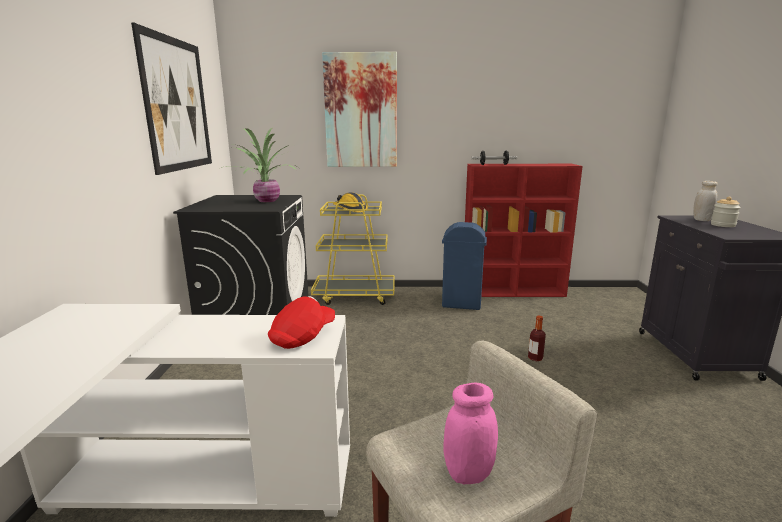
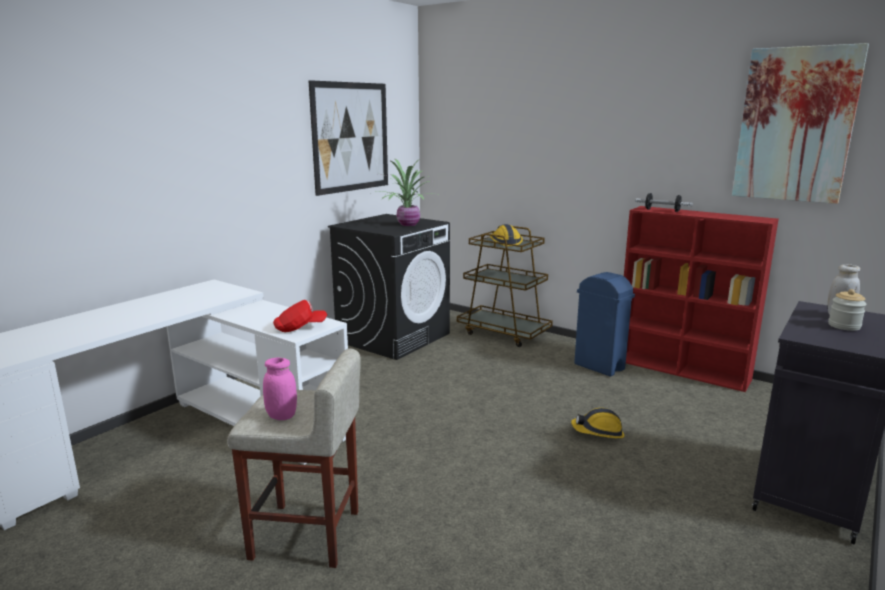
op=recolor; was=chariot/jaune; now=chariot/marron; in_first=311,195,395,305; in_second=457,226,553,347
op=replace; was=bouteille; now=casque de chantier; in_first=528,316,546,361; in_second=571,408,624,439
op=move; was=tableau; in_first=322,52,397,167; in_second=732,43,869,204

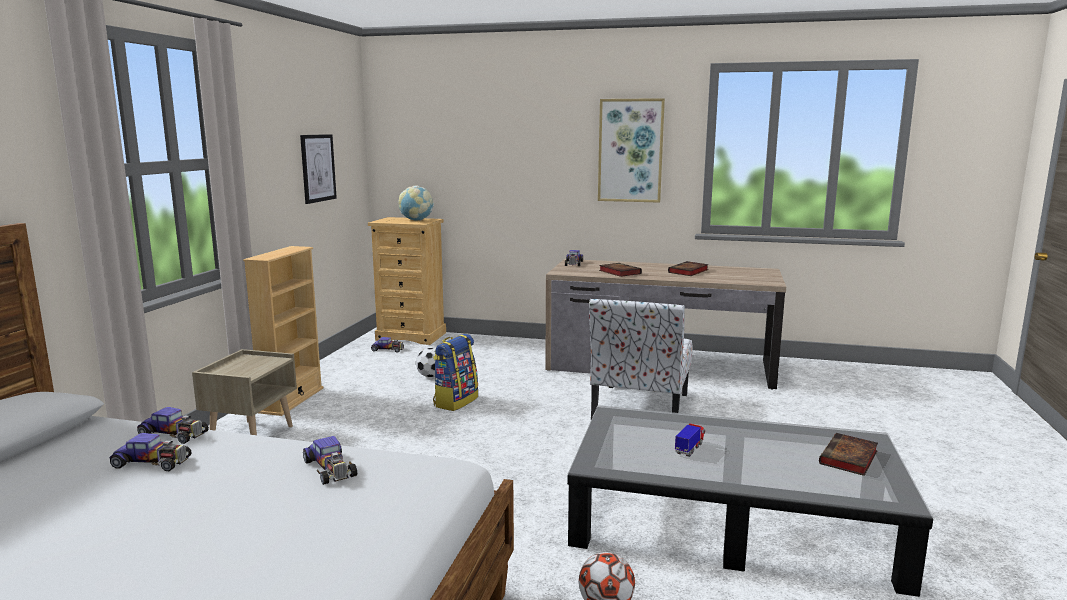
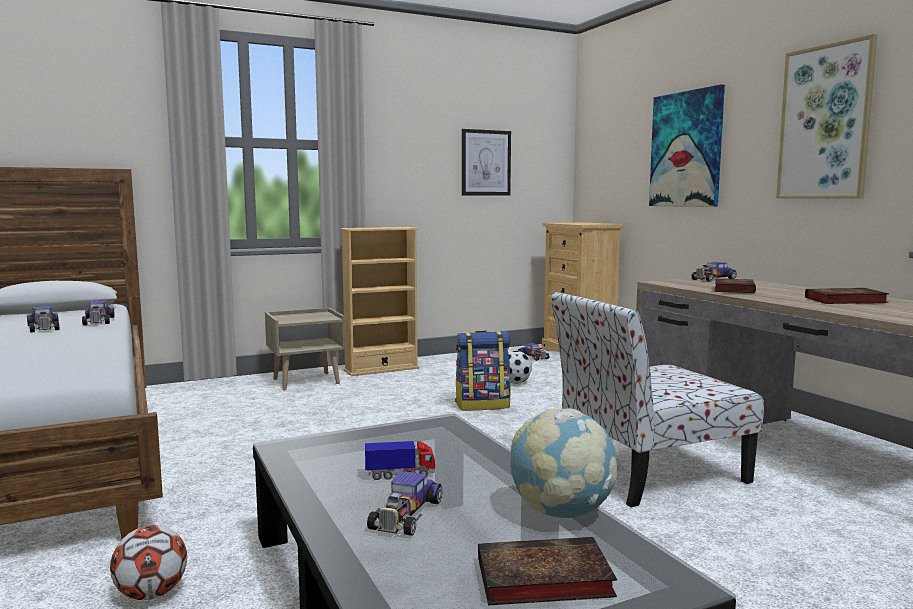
op=move; was=petite voiture; in_first=303,436,357,485; in_second=367,471,442,536
op=move; was=globe; in_first=399,186,434,221; in_second=510,408,617,518
op=insert; now=tableau; in_second=649,84,725,207

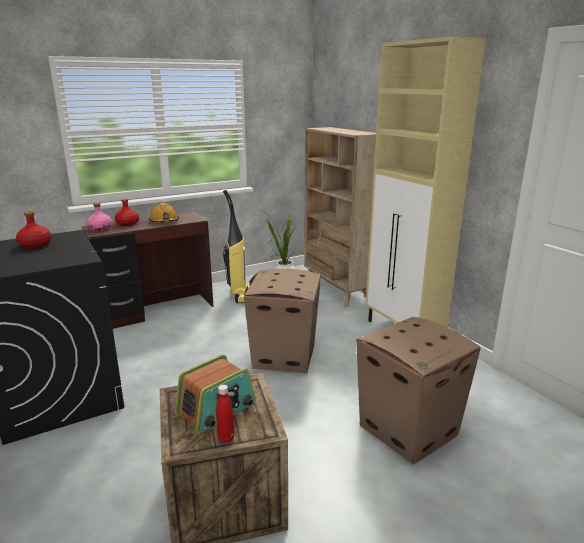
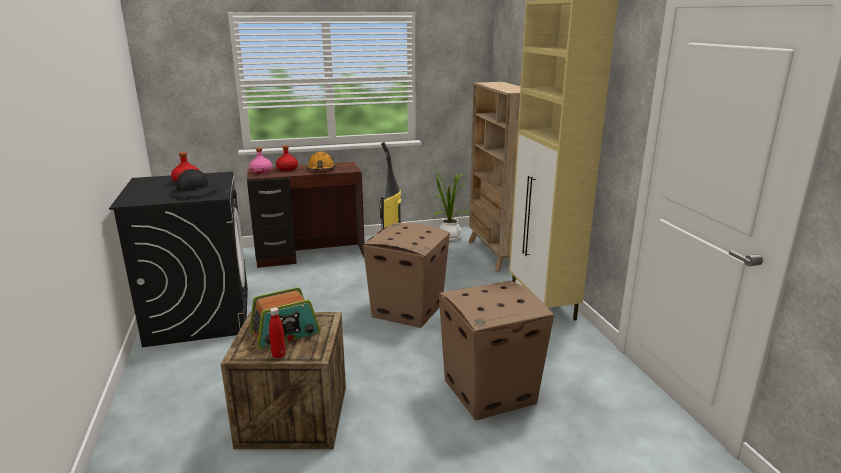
op=insert; now=casque de chantier/noir; in_second=169,169,217,197

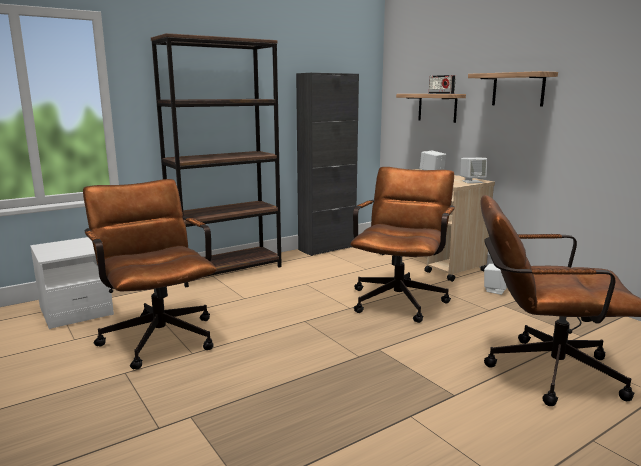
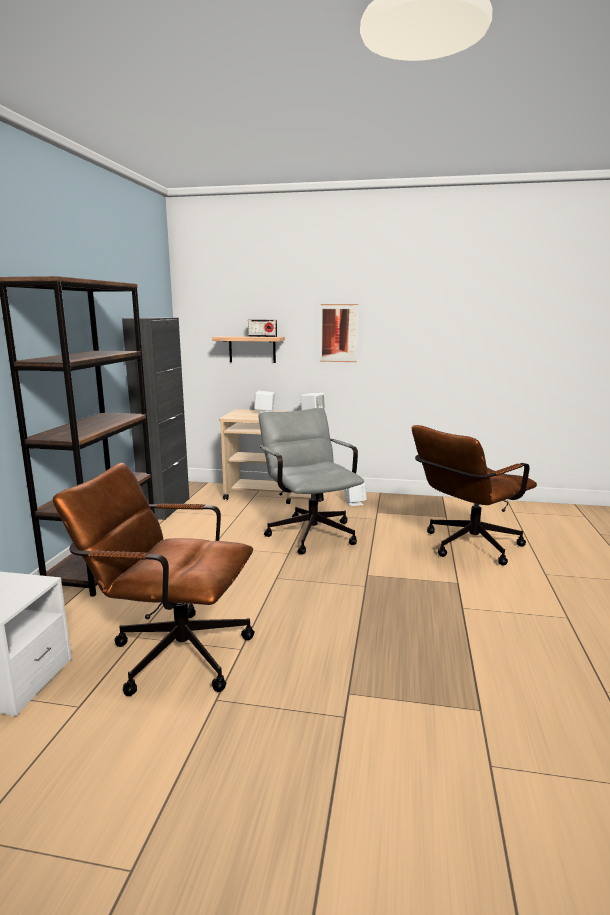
op=recolor; was=chaise de bureau/marron; now=chaise de bureau/gris; in_first=350,167,455,323; in_second=259,408,364,555
op=replace; was=étagère; now=tableau; in_first=468,71,558,107; in_second=320,304,358,362

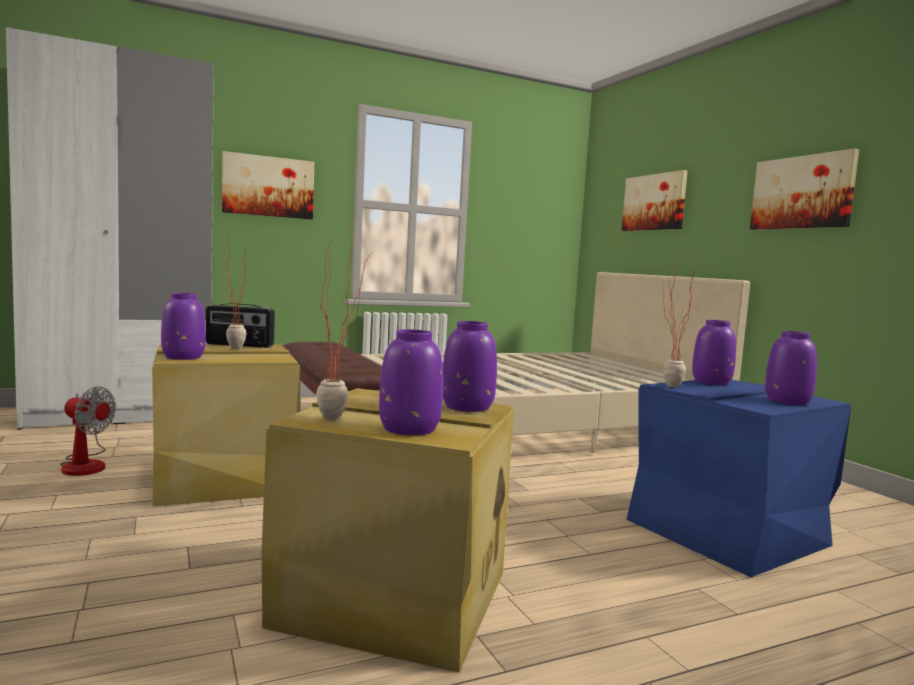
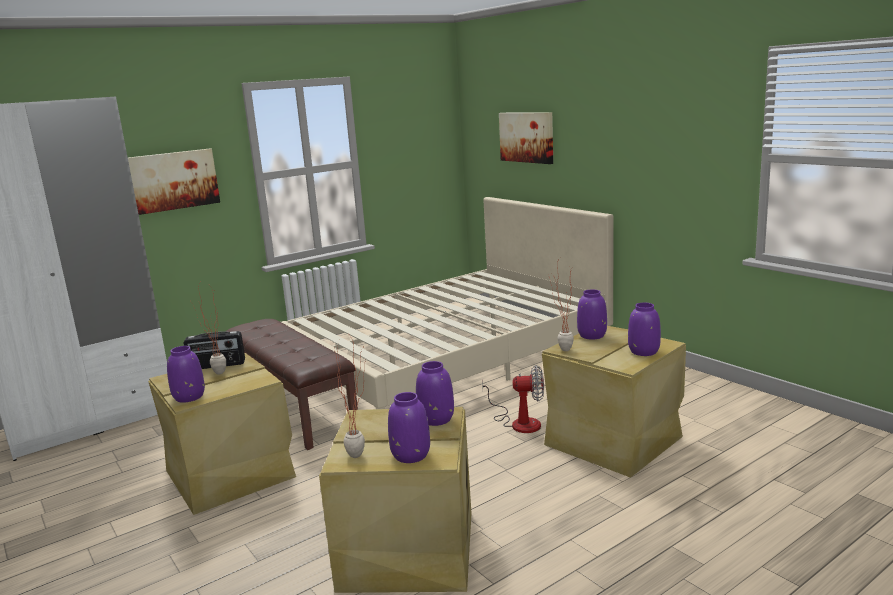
op=move; was=ventilateur; in_first=60,386,116,476; in_second=482,365,544,433
op=recolor; was=boîte de rangement/bleu; now=boîte de rangement/beige; in_first=626,380,851,577; in_second=542,326,686,478
op=delete; was=tableau; in_first=750,149,859,229

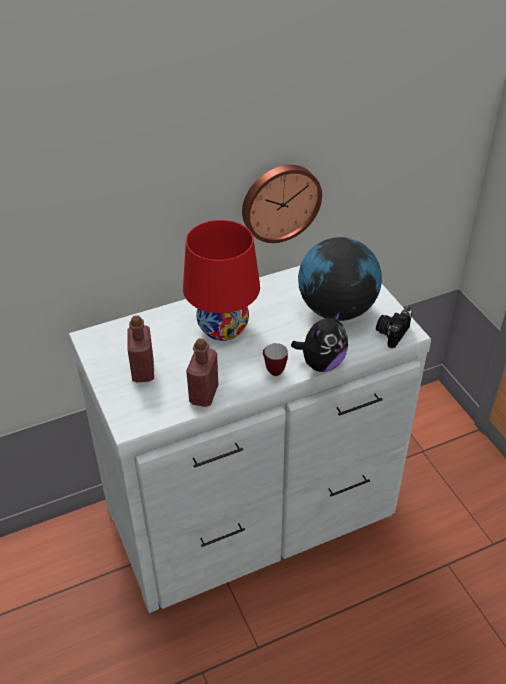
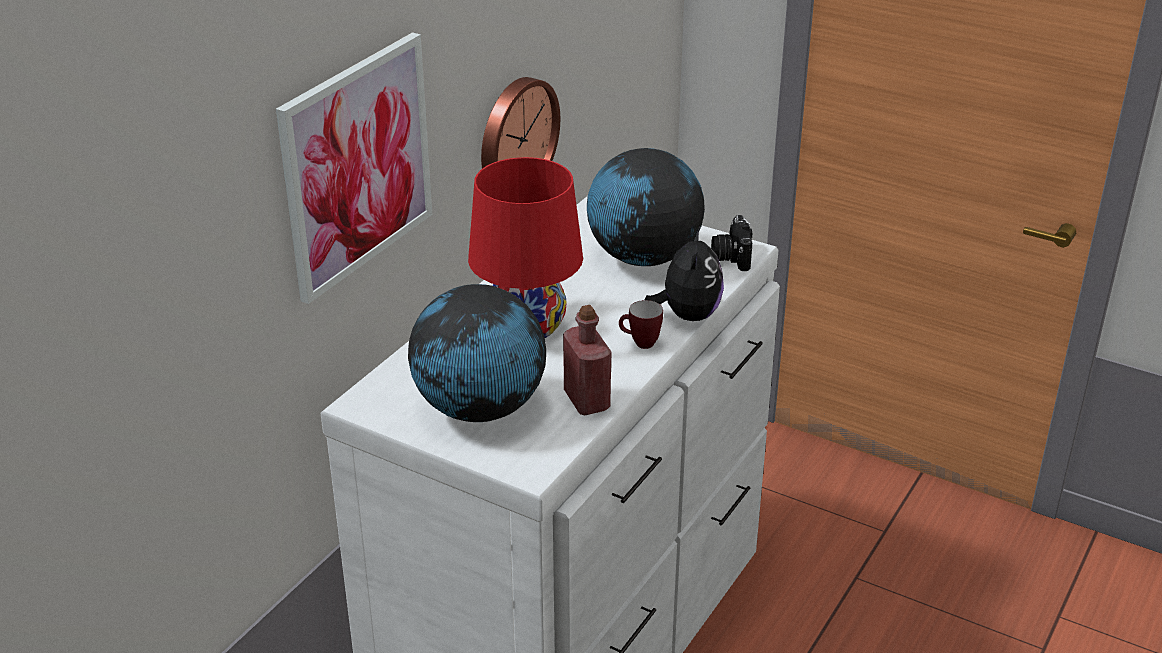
op=insert; now=tableau; in_second=276,32,432,304
op=replace; was=bouteille/rouge; now=globe; in_first=127,316,154,382; in_second=408,284,546,422

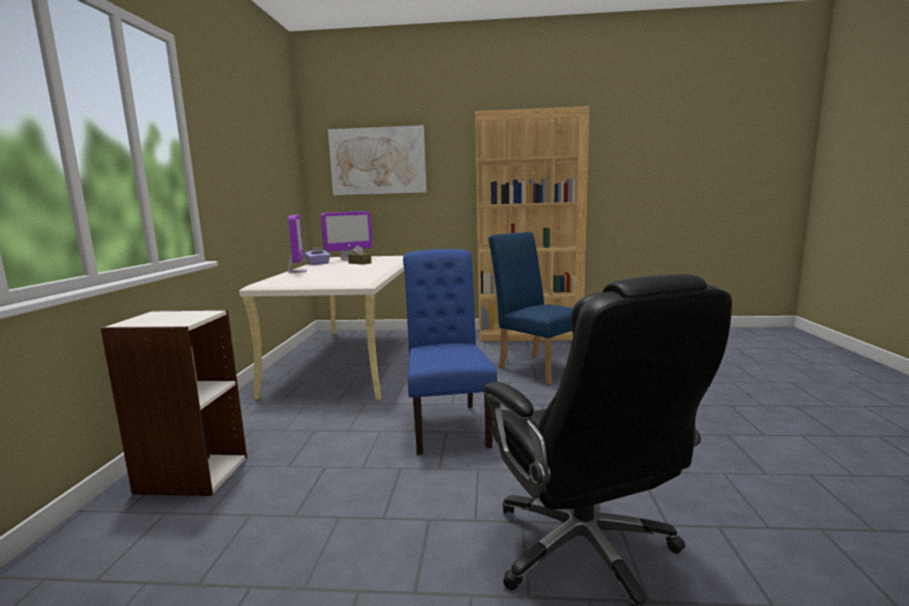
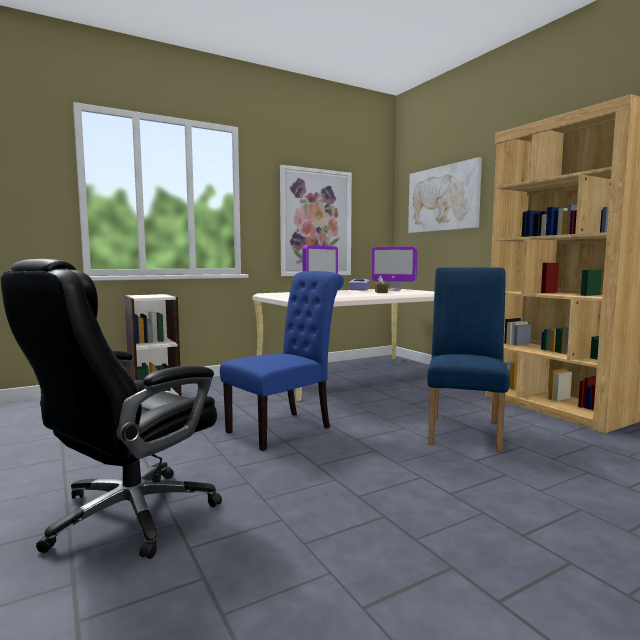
op=insert; now=tableau; in_second=280,165,352,276

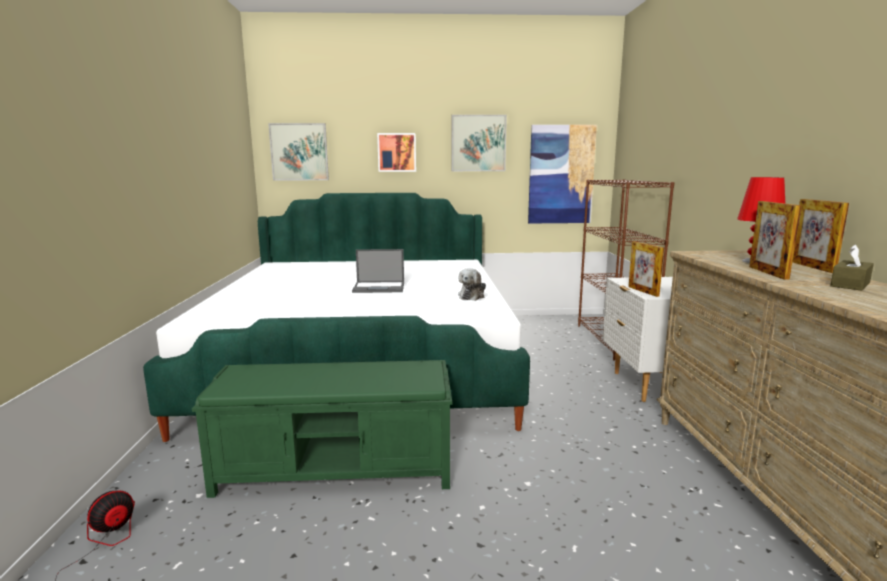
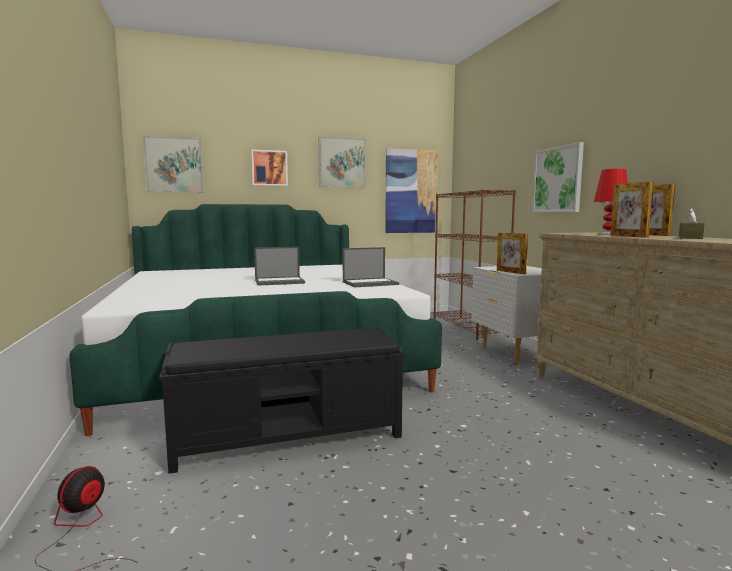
op=recolor; was=banc/vert; now=banc/noir; in_first=192,360,452,498; in_second=159,327,405,474
op=replace; was=peluche; now=ordinateur portable; in_first=458,268,486,301; in_second=342,247,399,287
op=insert; now=tableau; in_second=532,142,584,212

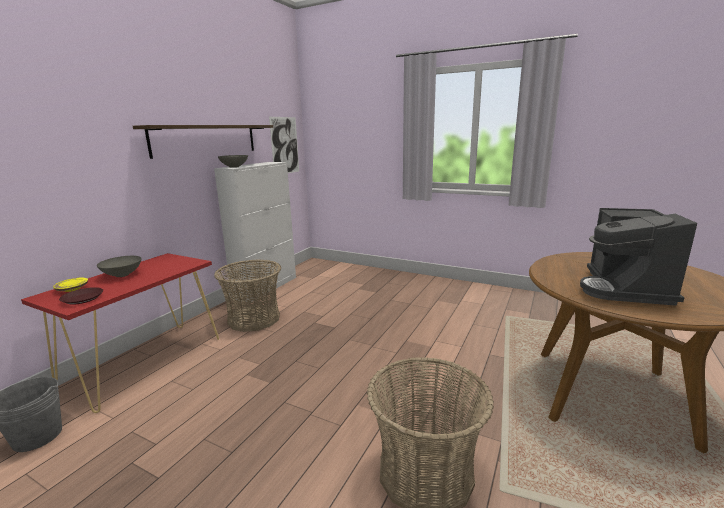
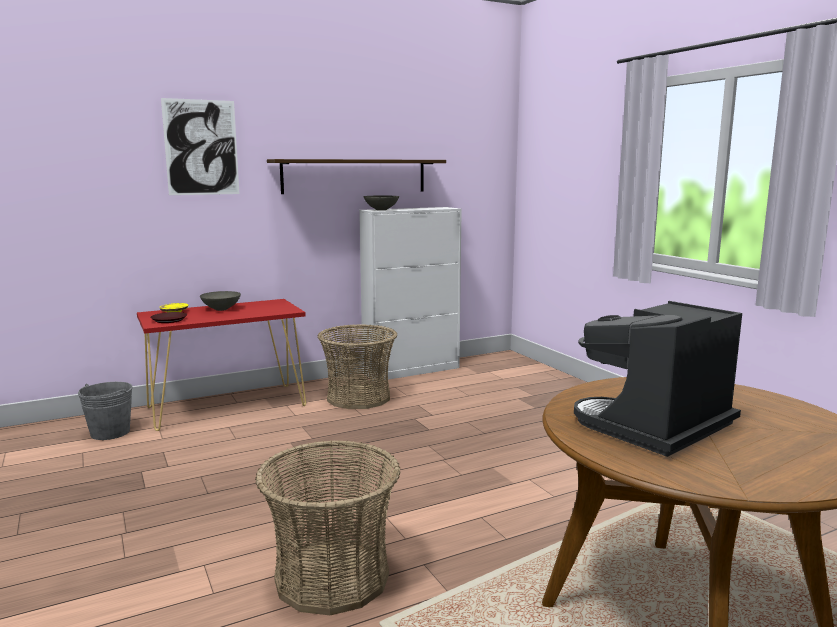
op=move; was=tableau; in_first=269,117,299,173; in_second=161,98,239,195

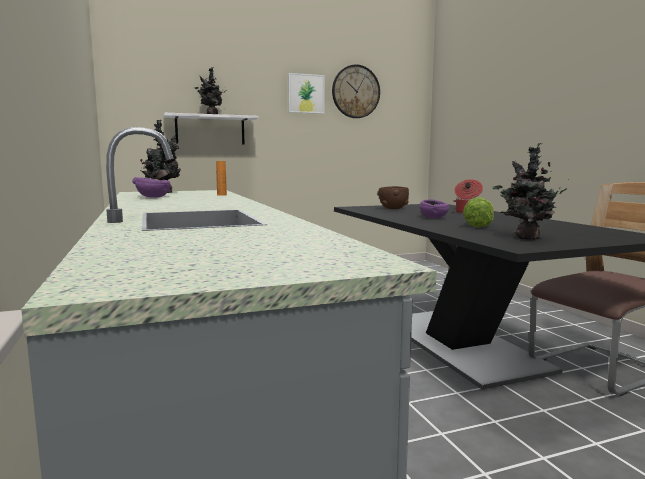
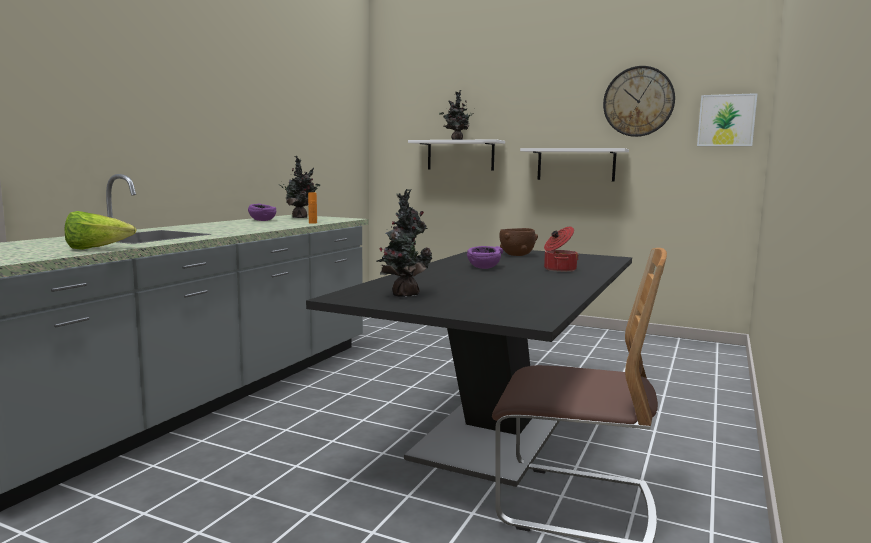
op=move; was=laitue; in_first=463,197,494,227; in_second=64,211,136,250
op=insert; now=étagère/blanc; in_second=520,148,629,182
op=move; was=tableau; in_first=288,73,325,114; in_second=697,93,758,146

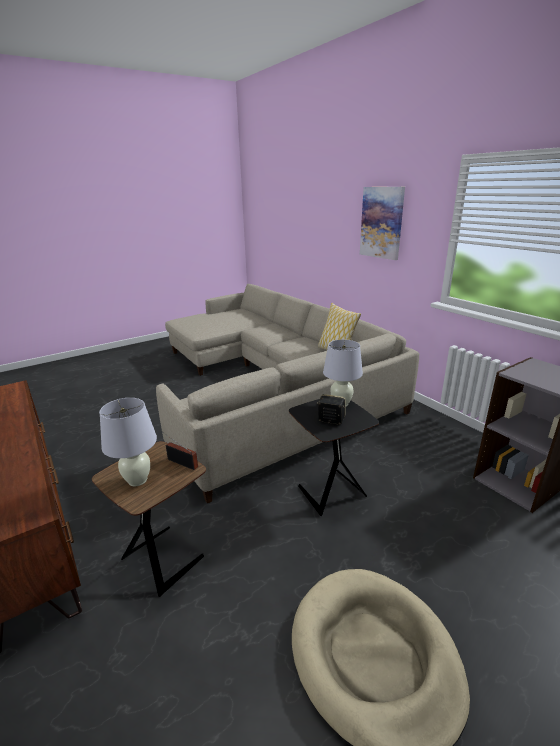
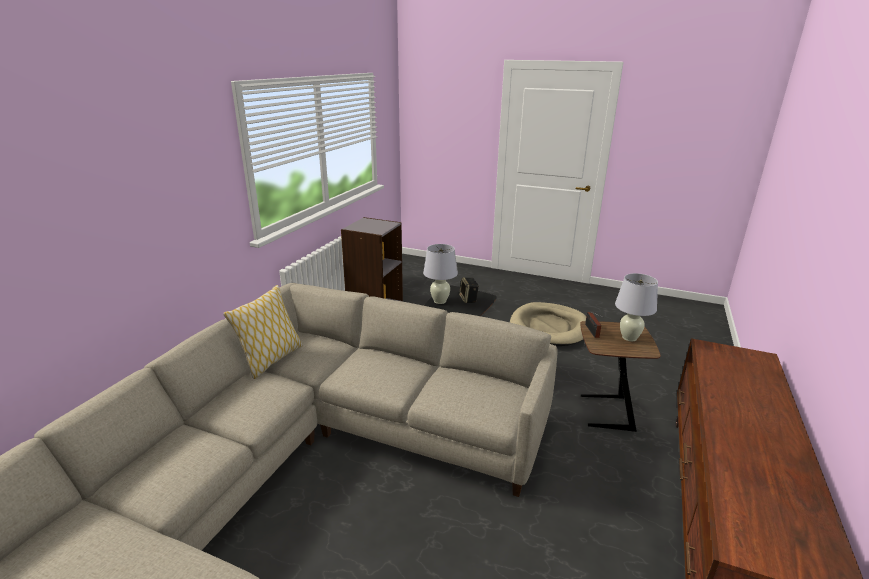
op=delete; was=tableau; in_first=360,187,405,260

